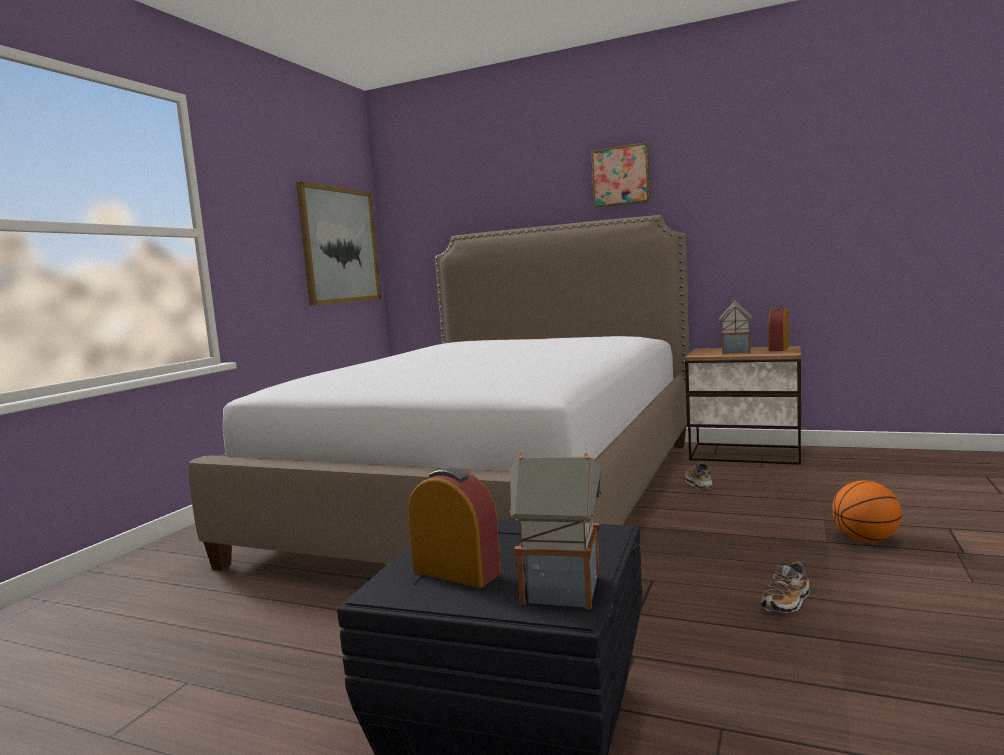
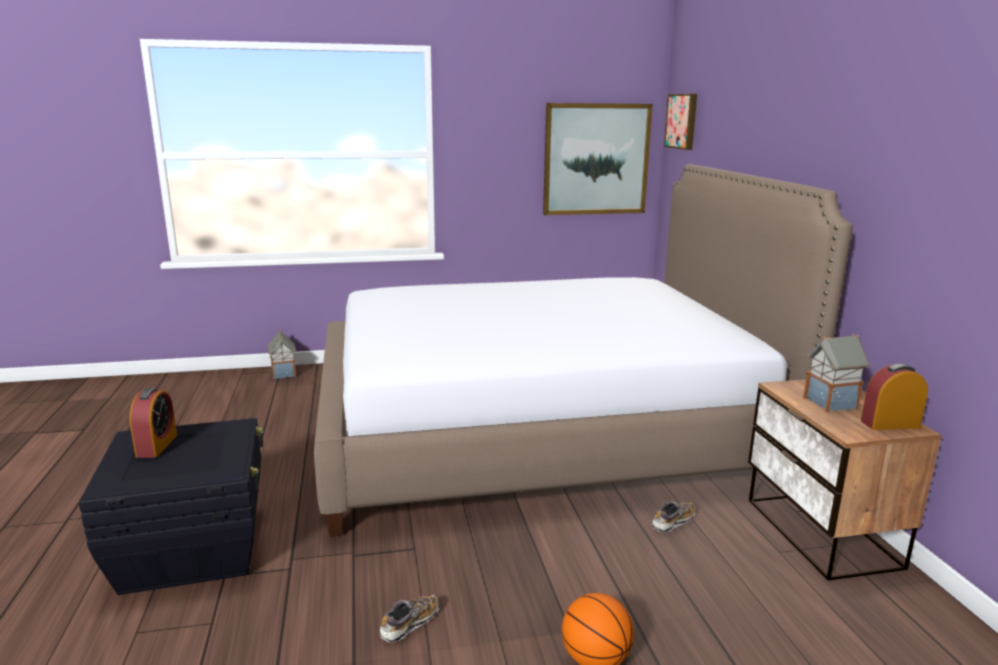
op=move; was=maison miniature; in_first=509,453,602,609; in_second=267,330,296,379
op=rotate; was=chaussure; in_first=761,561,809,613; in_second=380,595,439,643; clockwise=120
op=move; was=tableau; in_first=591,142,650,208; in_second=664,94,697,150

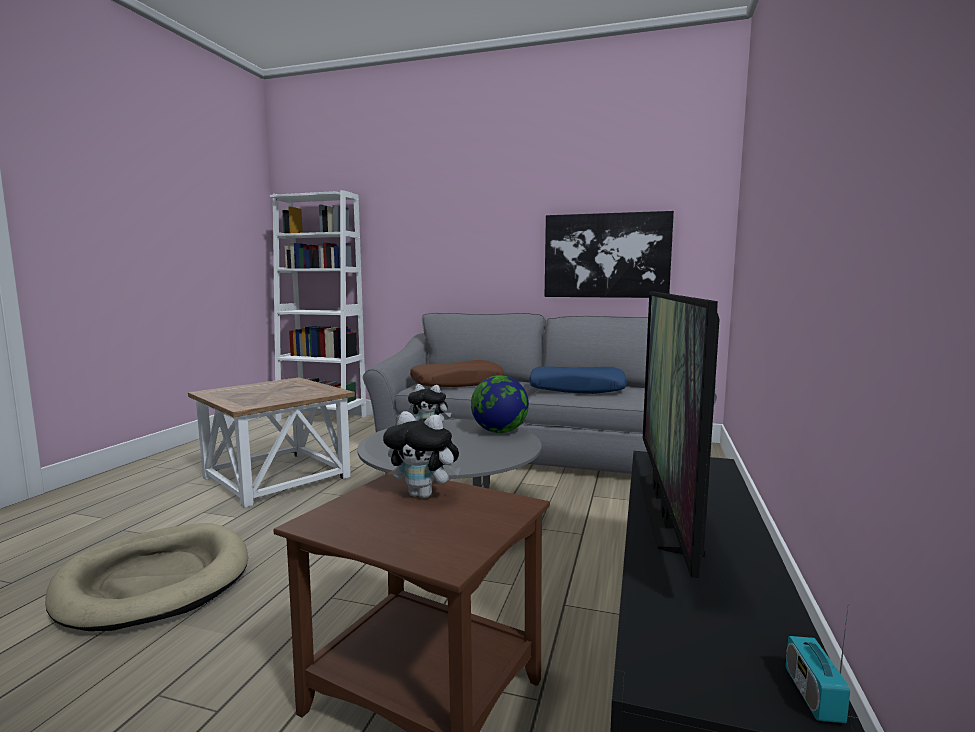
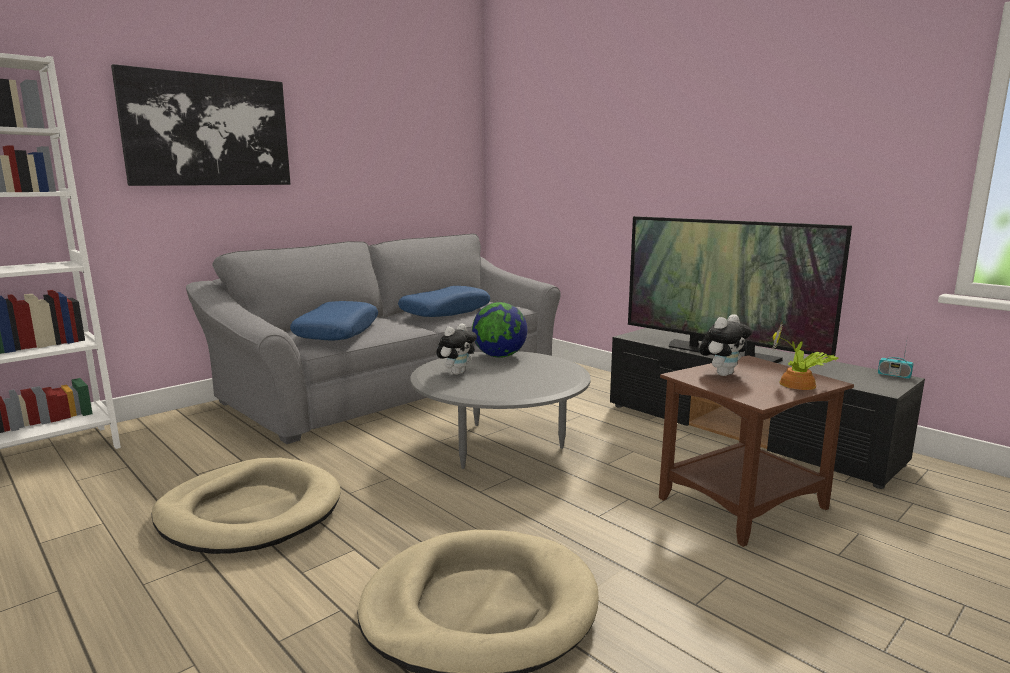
op=move; was=tableau; in_first=545,211,674,298; in_second=111,64,290,186
op=replace; was=table d'appoint/marron; now=panier pour chien/beige; in_first=188,378,355,508; in_second=152,458,341,554
op=recolor; was=coussin/marron; now=coussin/bleu; in_first=410,360,504,387; in_second=290,301,378,341
op=insert; now=plante en pot; in_second=772,323,839,390

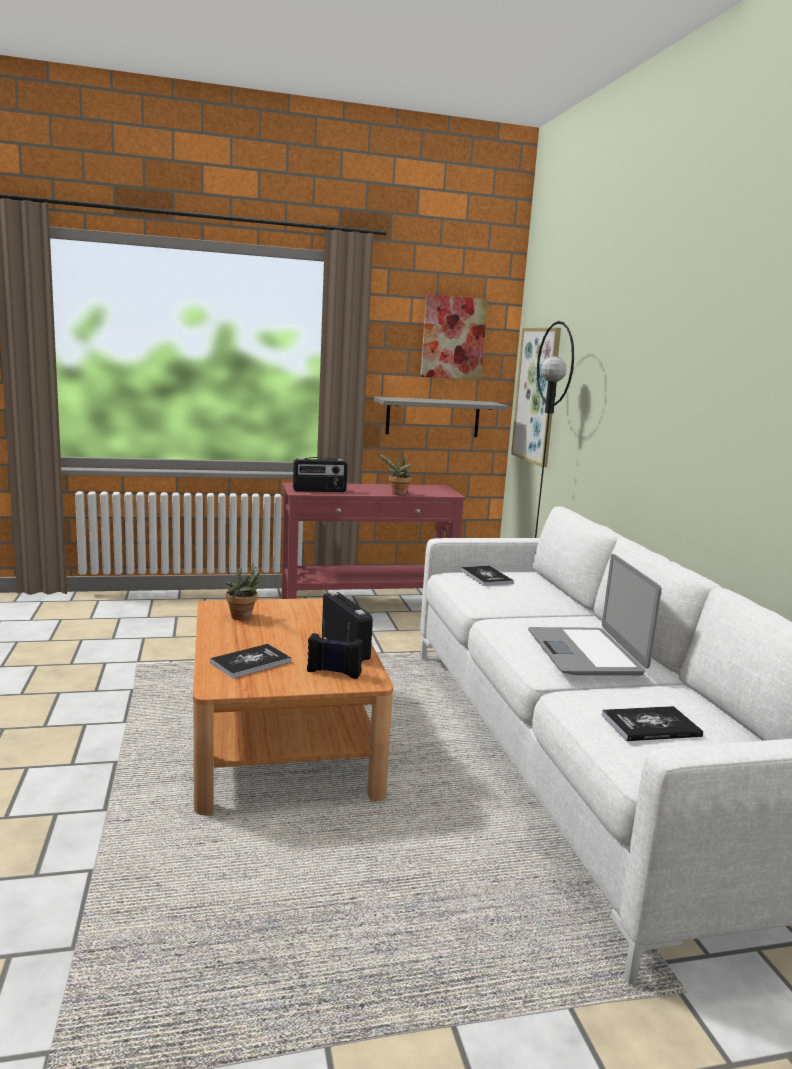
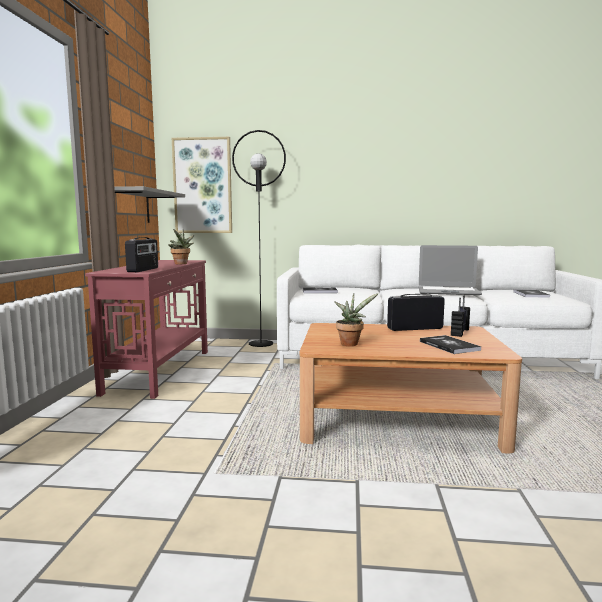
op=delete; was=tableau; in_first=421,295,488,380

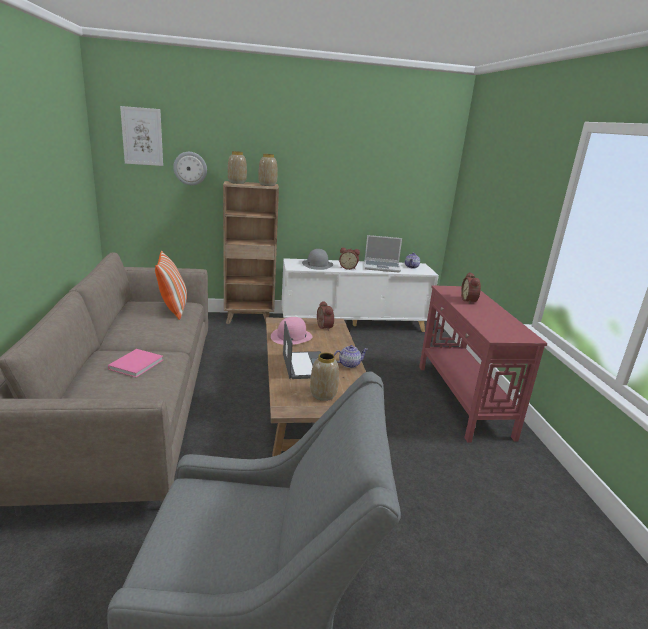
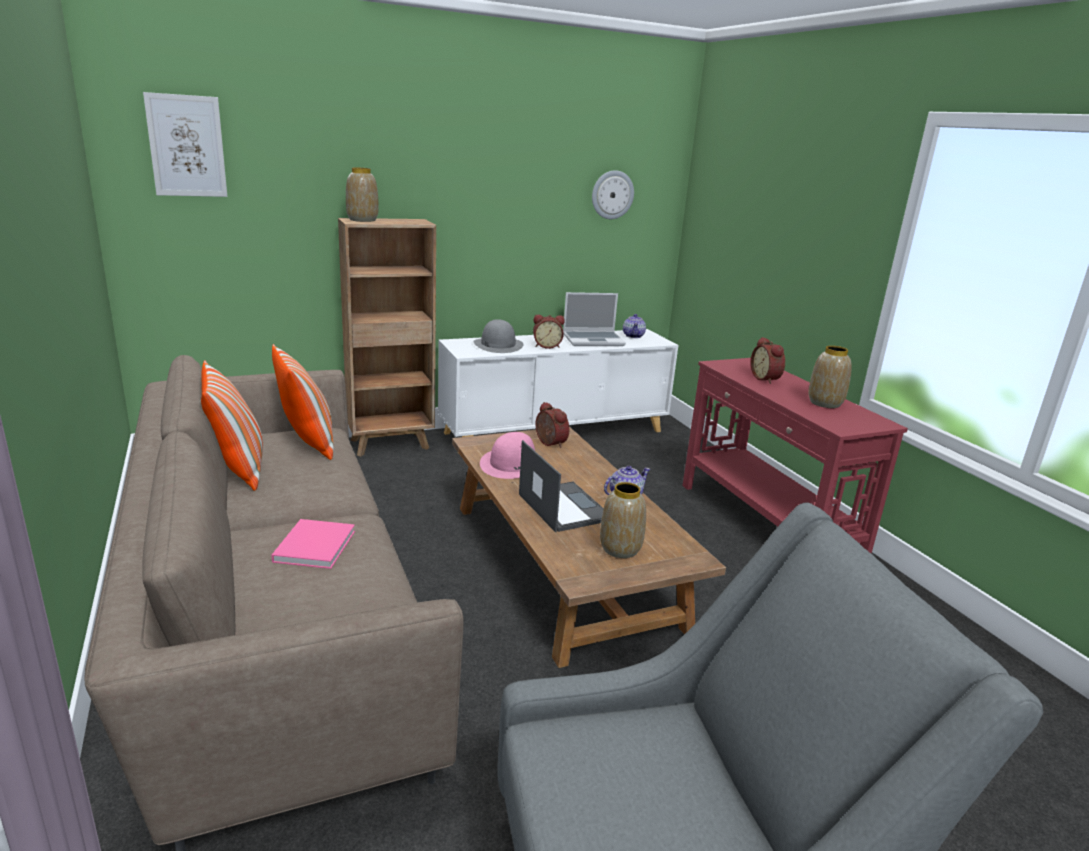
op=insert; now=coussin; in_second=201,360,263,491
op=move; was=horloge murale; in_first=173,152,207,185; in_second=592,170,634,219
op=move; was=vase; in_first=258,154,278,186; in_second=808,346,852,408

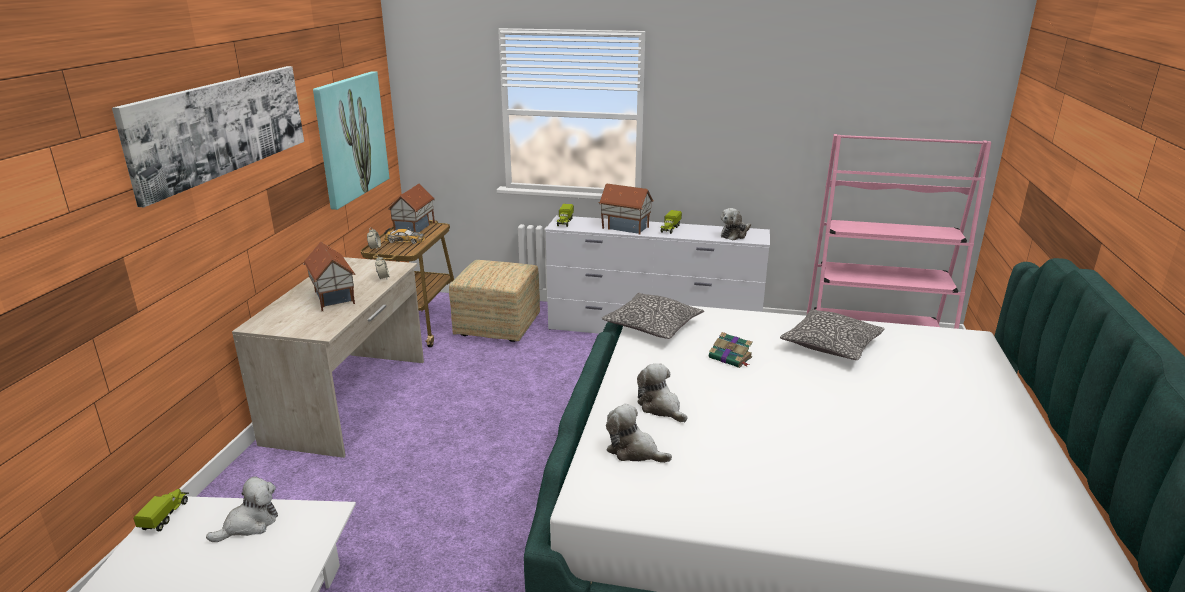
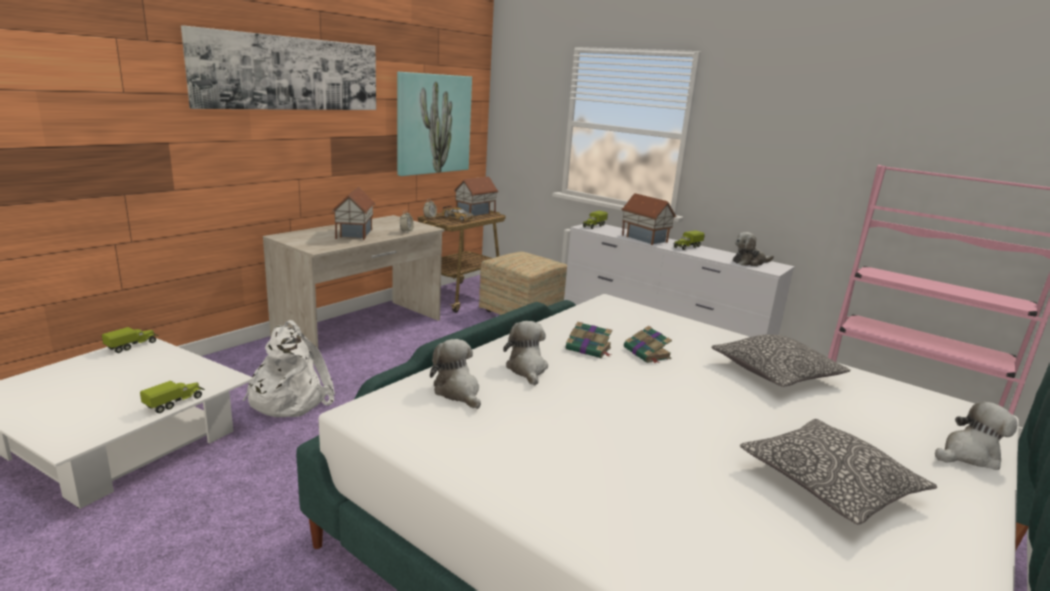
op=insert; now=camion jouet; in_second=140,381,205,413
op=insert; now=sac à dos/blanc; in_second=242,320,335,417
op=insert; now=livre; in_second=566,321,612,358
op=move; was=coussin; in_first=601,293,704,339; in_second=740,419,937,525
op=move; was=peluche; in_first=206,476,278,542; in_second=935,401,1017,470

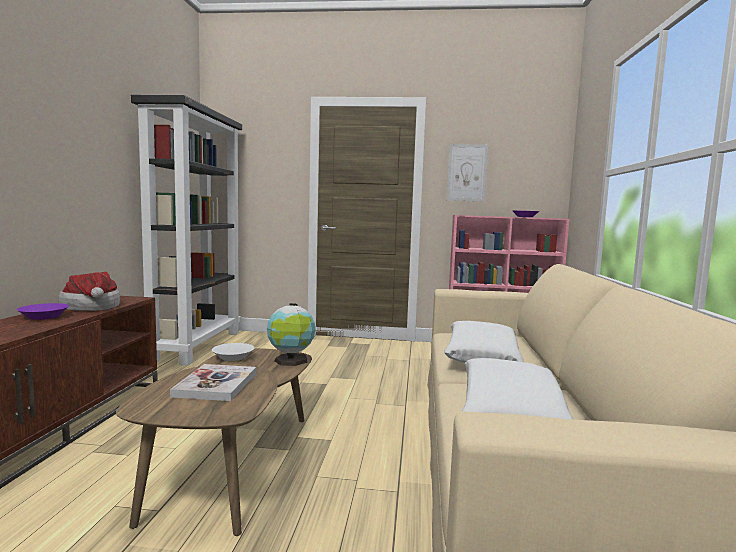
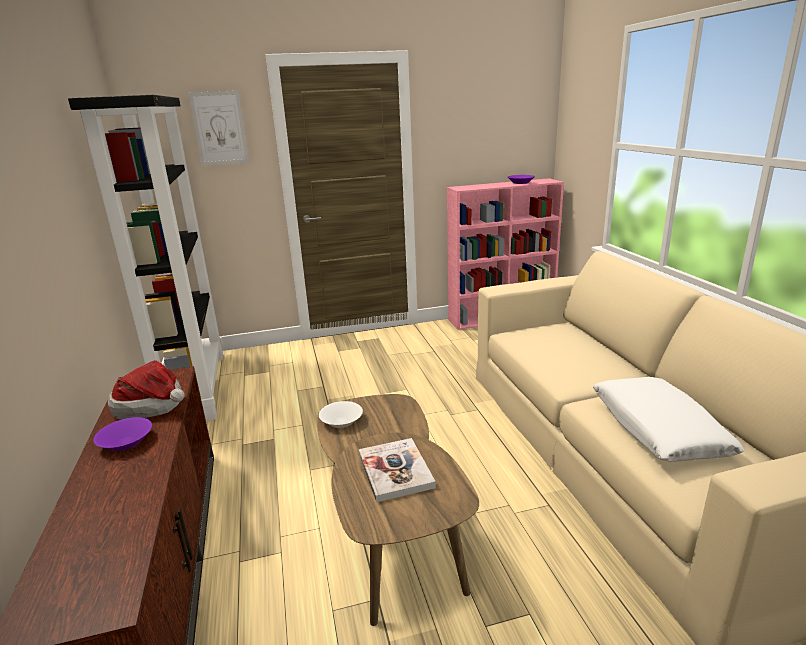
op=move; was=tableau; in_first=447,144,488,201; in_second=189,91,249,166
op=delete; was=globe; in_first=267,303,316,366
op=delete; was=coussin/blanc; in_first=444,321,524,363

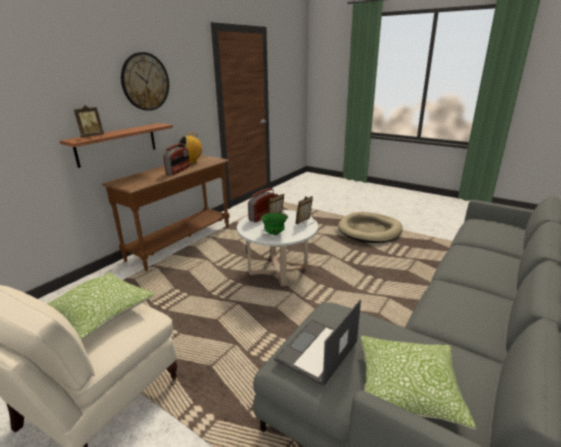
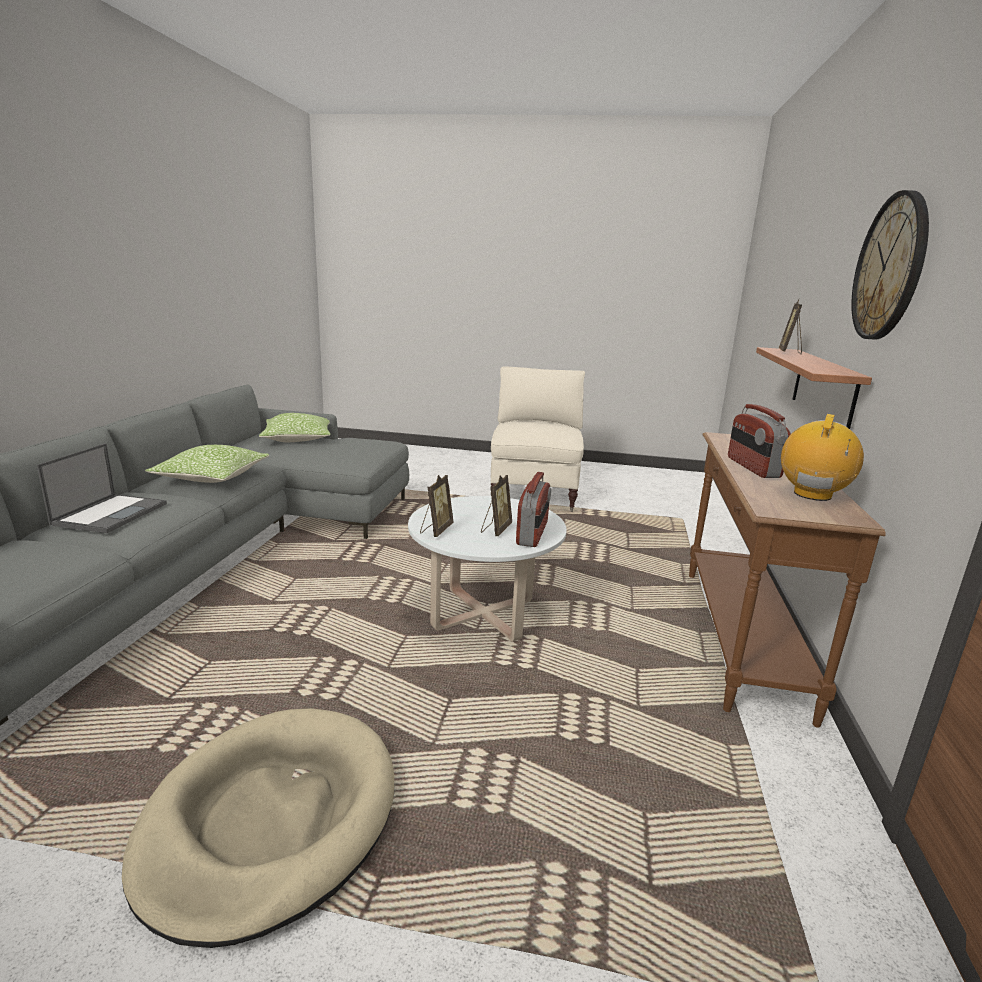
op=move; was=ordinateur portable; in_first=274,300,361,387; in_second=37,443,167,533
op=move; was=coussin; in_first=47,272,155,340; in_second=145,445,269,483
op=delete; was=bol/vert; in_first=261,212,288,235

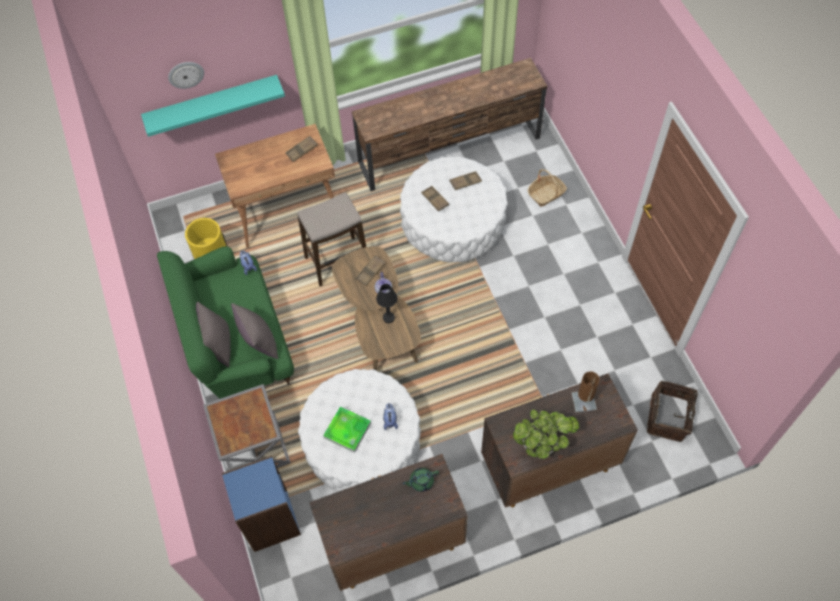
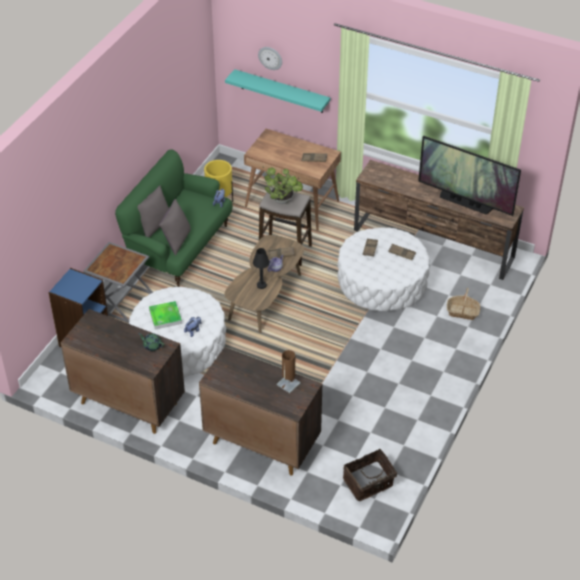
op=move; was=plante en pot; in_first=513,409,579,459; in_second=264,167,303,204
op=insert; now=téléviseur; in_second=418,135,521,216

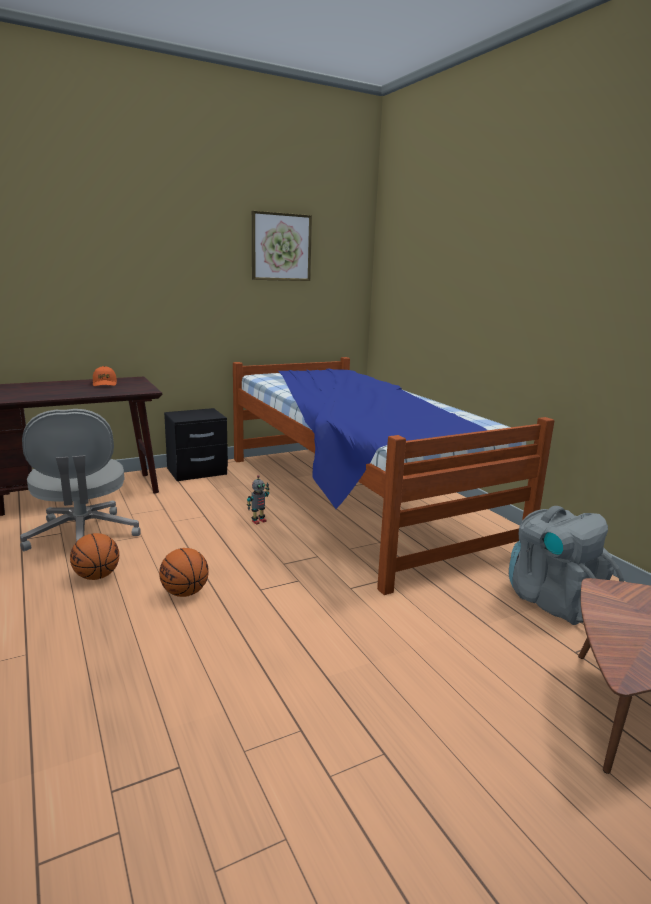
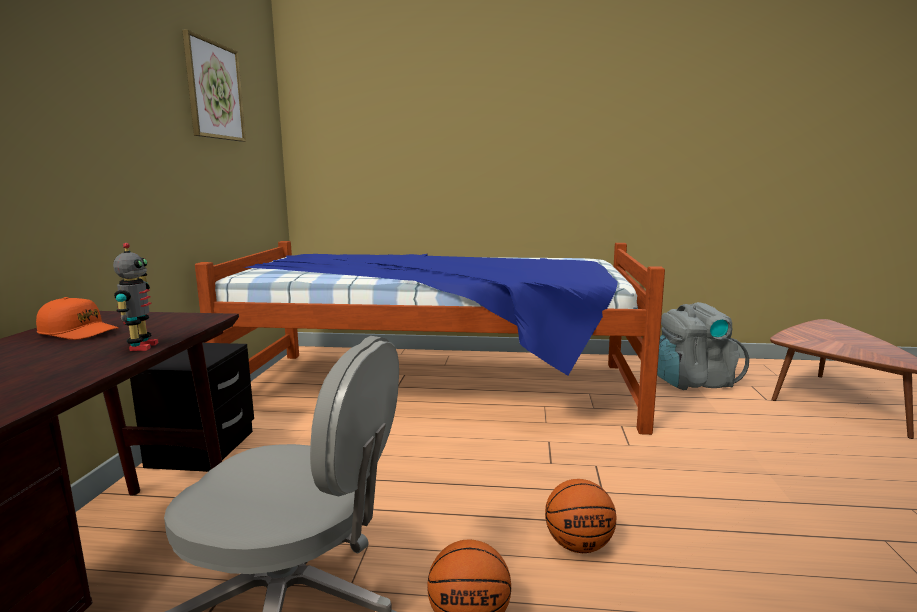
op=move; was=robot jouet; in_first=247,475,269,524; in_second=113,243,158,351

